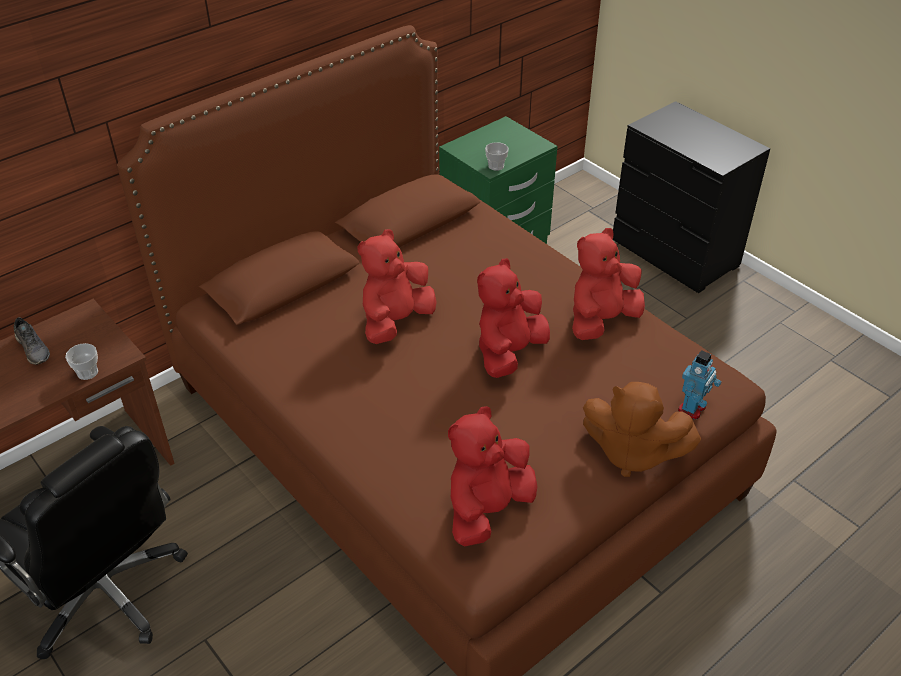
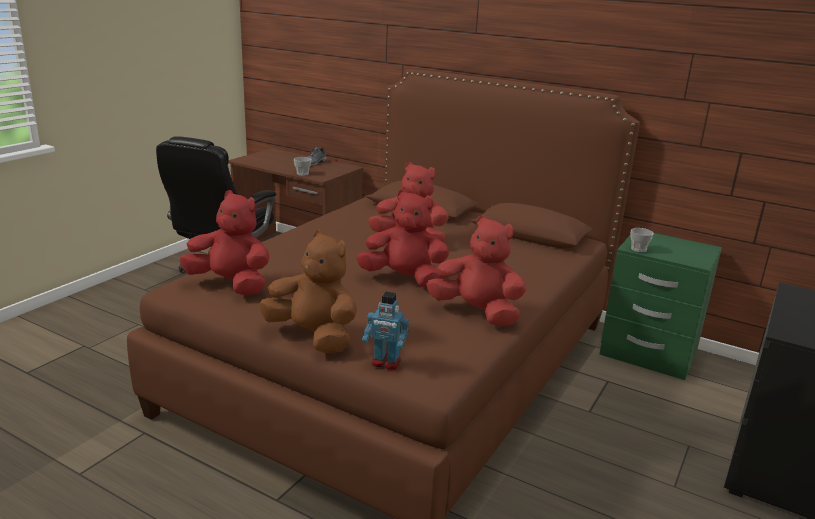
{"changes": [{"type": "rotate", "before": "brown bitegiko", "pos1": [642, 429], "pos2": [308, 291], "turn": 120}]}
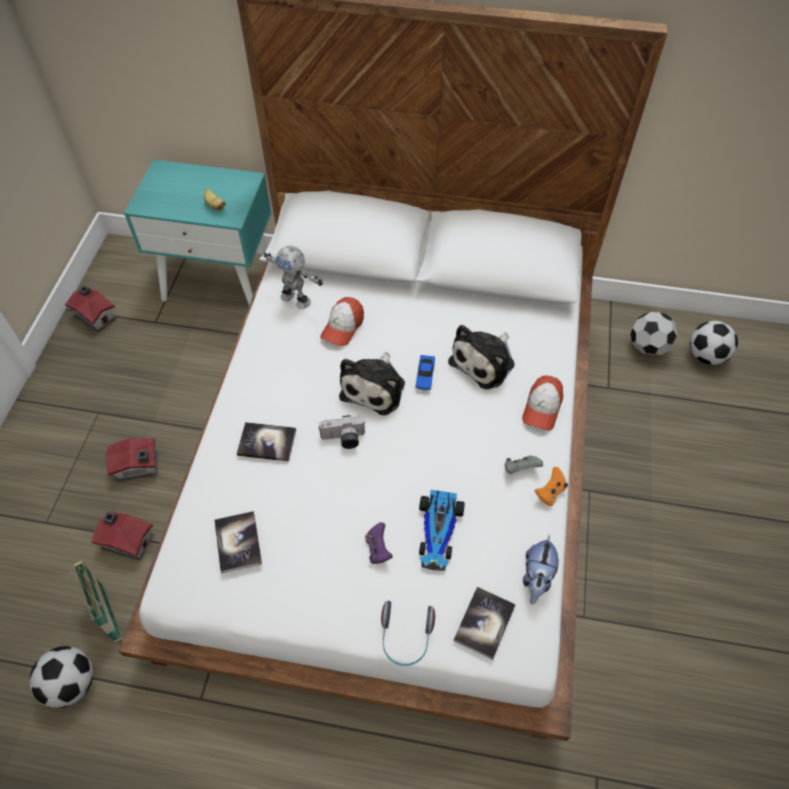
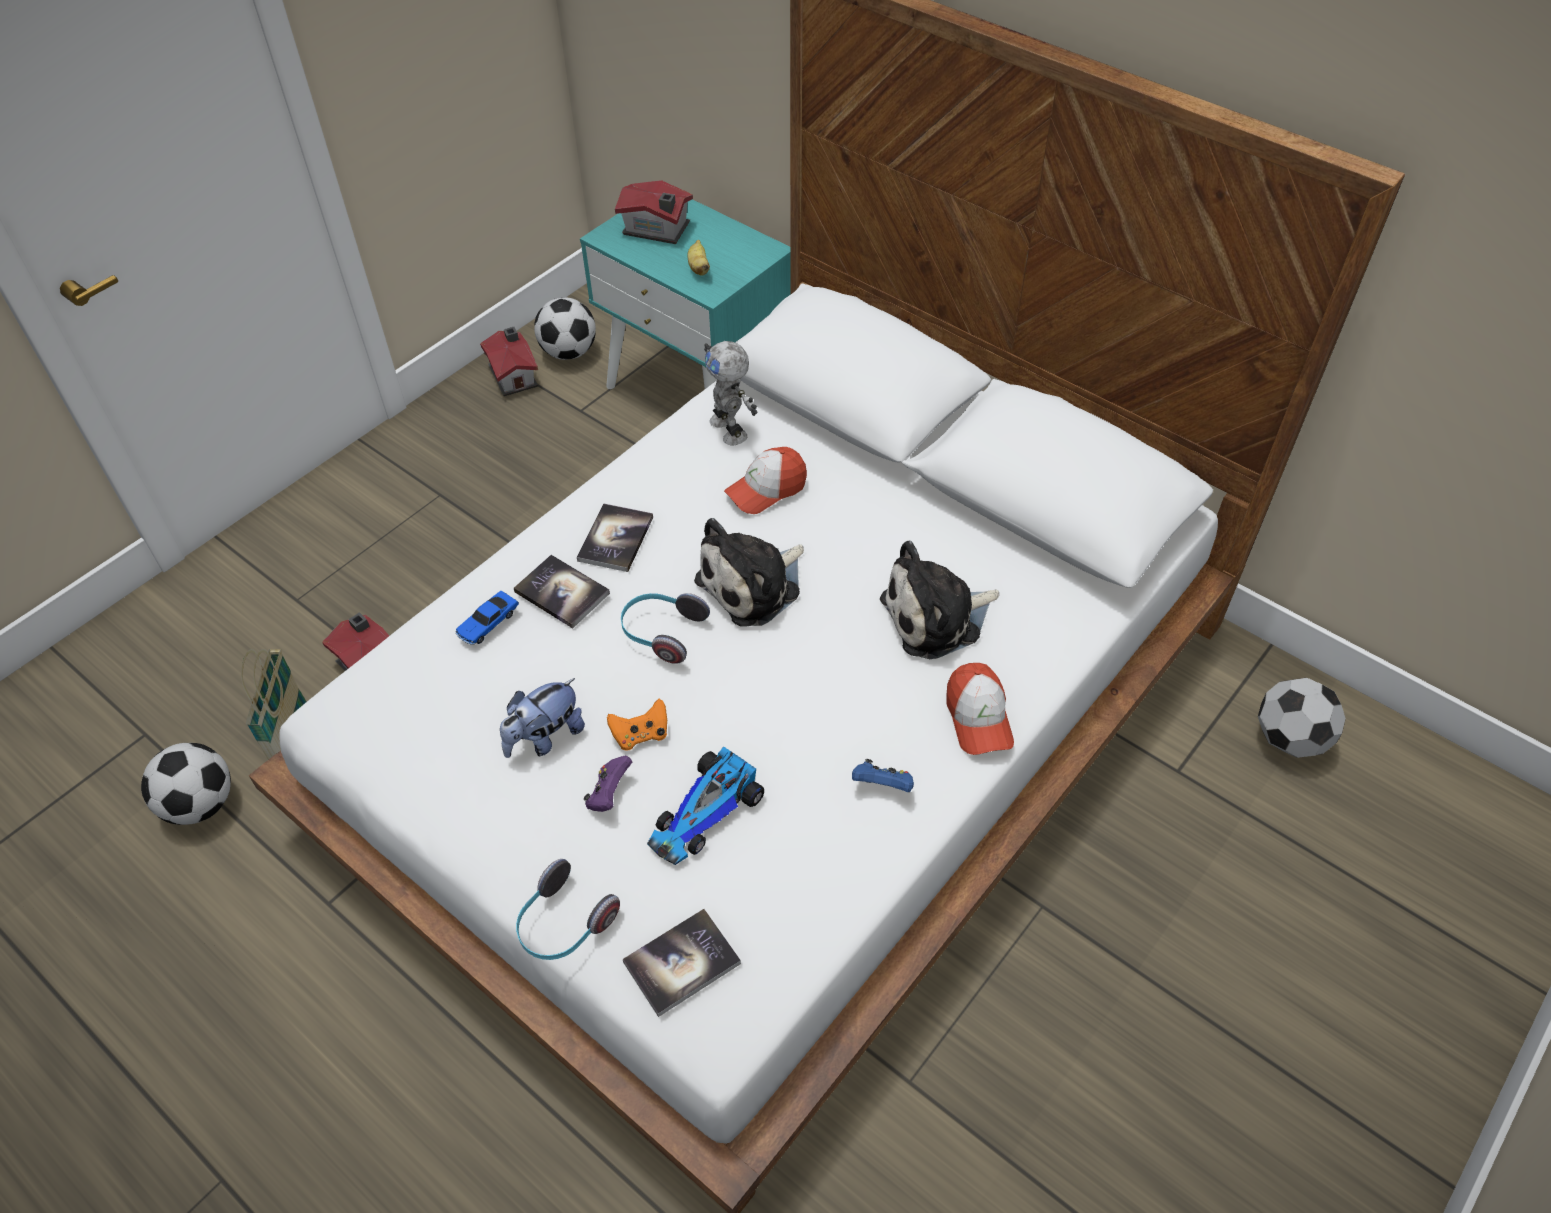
{"changes": [{"type": "move", "before": "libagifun", "pos1": [714, 343], "pos2": [565, 329]}, {"type": "move", "before": "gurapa", "pos1": [425, 373], "pos2": [487, 618]}, {"type": "rotate", "before": "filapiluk", "pos1": [542, 403], "pos2": [980, 709], "turn": -60}, {"type": "replace", "before": "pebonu", "after": "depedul", "pos1": [341, 432], "pos2": [665, 628]}, {"type": "move", "before": "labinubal", "pos1": [131, 460], "pos2": [654, 212]}, {"type": "recolor", "before": "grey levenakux", "after": "blue levenakux", "pos1": [523, 464], "pos2": [883, 775]}, {"type": "move", "before": "orange levenakux", "pos1": [551, 486], "pos2": [637, 724]}, {"type": "move", "before": "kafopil", "pos1": [238, 542], "pos2": [615, 537]}, {"type": "move", "before": "bitegiko", "pos1": [541, 569], "pos2": [542, 718]}]}
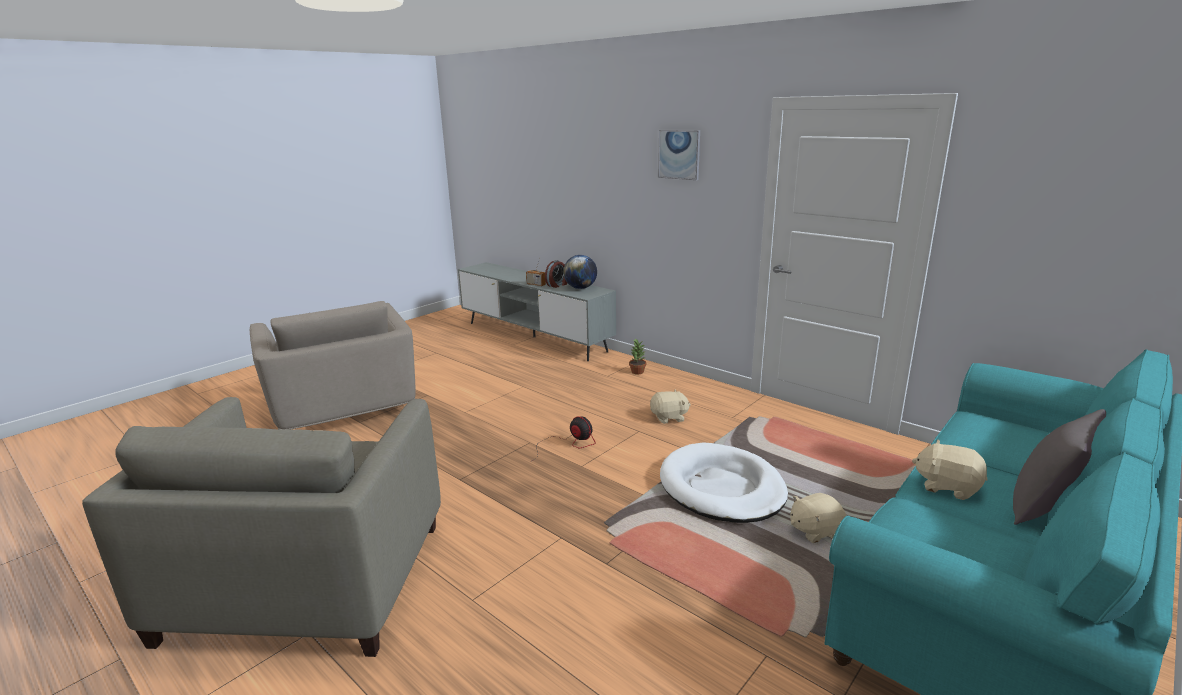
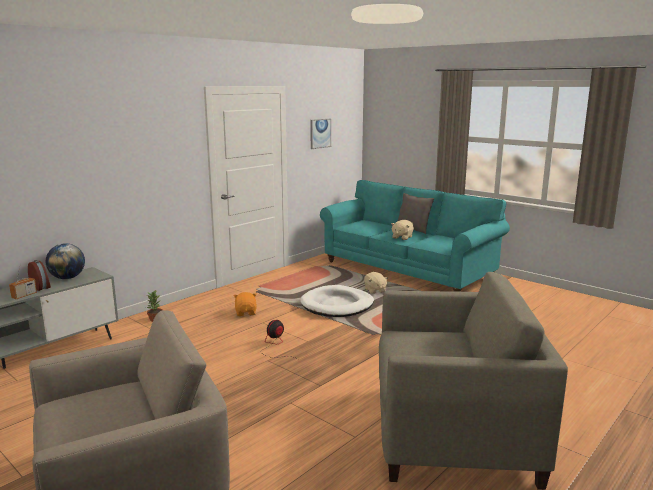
{"changes": [{"type": "move", "before": "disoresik", "pos1": [679, 155], "pos2": [320, 134]}, {"type": "recolor", "before": "beige bitegiko", "after": "orange bitegiko", "pos1": [670, 406], "pos2": [245, 304]}]}
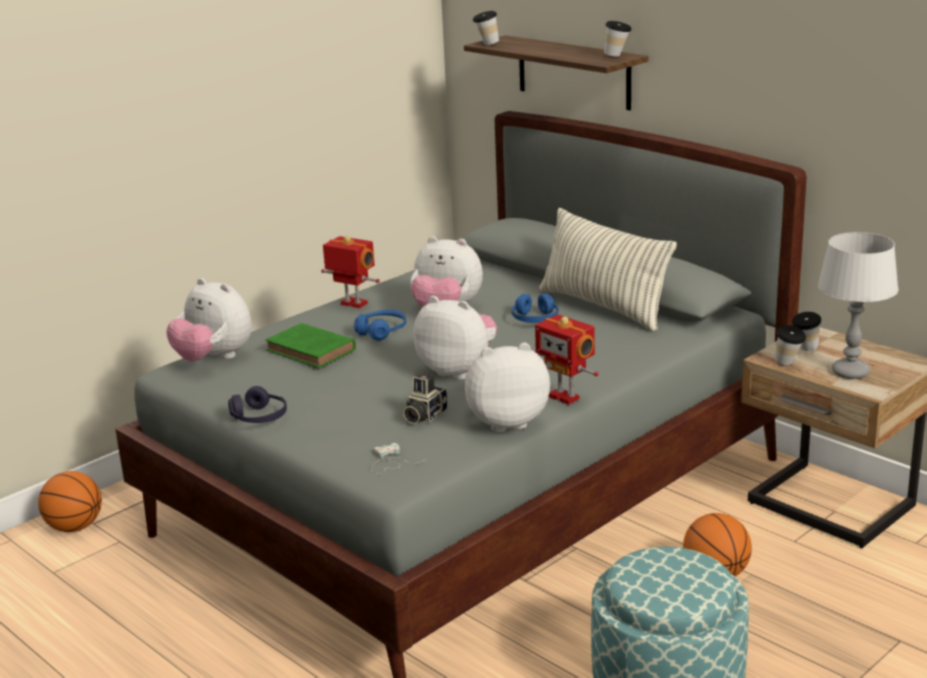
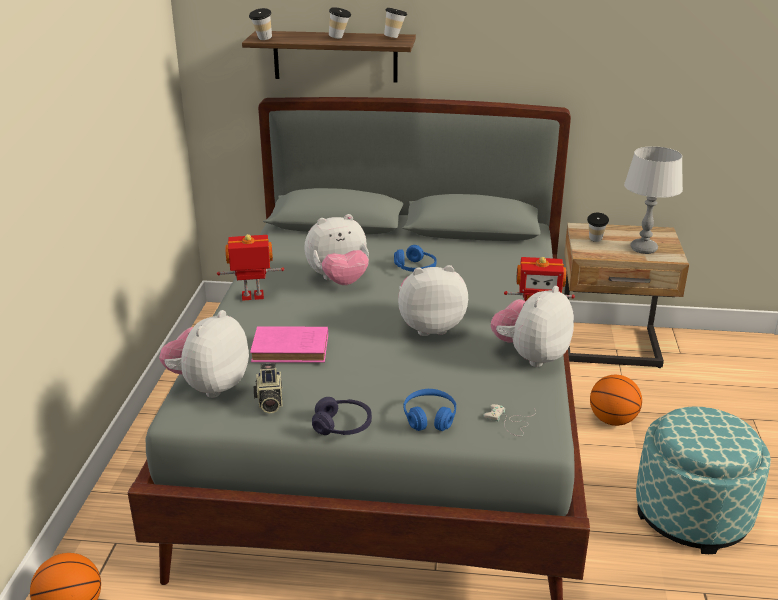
{"changes": [{"type": "delete", "before": "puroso", "pos1": [608, 270]}, {"type": "rotate", "before": "bitegiko", "pos1": [209, 320], "pos2": [204, 354], "turn": 120}, {"type": "move", "before": "blue depedul", "pos1": [380, 325], "pos2": [429, 410]}, {"type": "recolor", "before": "green kafopil", "after": "pink kafopil", "pos1": [310, 345], "pos2": [289, 344]}, {"type": "move", "before": "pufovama", "pos1": [790, 345], "pos2": [340, 23]}, {"type": "move", "before": "pebonu", "pos1": [425, 399], "pos2": [268, 388]}]}
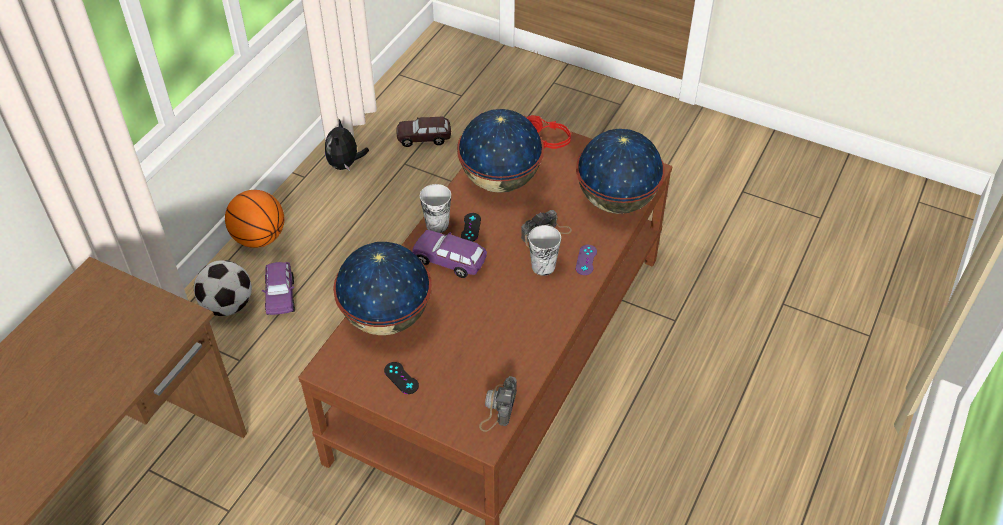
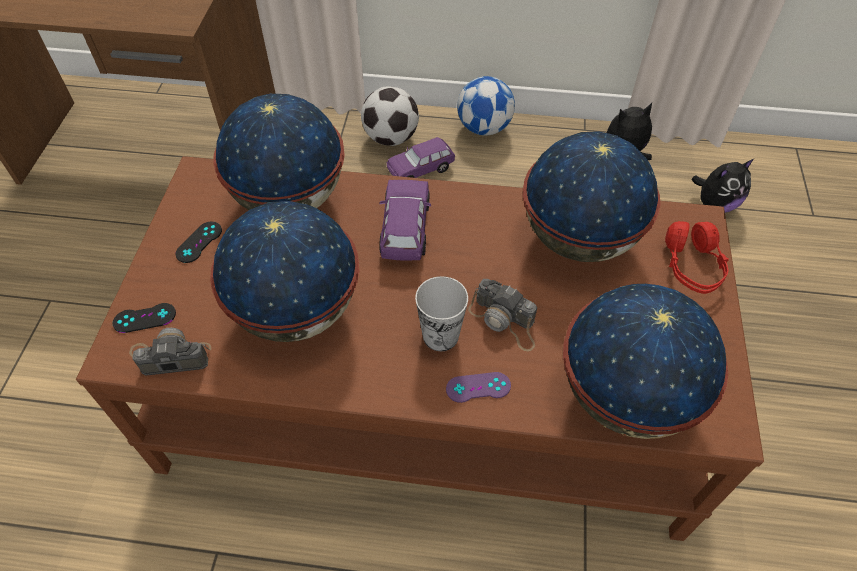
{"changes": [{"type": "replace", "before": "brown gurapa", "after": "bitegiko", "pos1": [423, 132], "pos2": [723, 185]}, {"type": "delete", "before": "pufovama", "pos1": [435, 208]}, {"type": "replace", "before": "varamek", "after": "libagifun", "pos1": [254, 219], "pos2": [486, 106]}, {"type": "move", "before": "black levenakux", "pos1": [471, 227], "pos2": [144, 318]}, {"type": "insert", "after": "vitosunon", "pos2": [284, 271]}]}
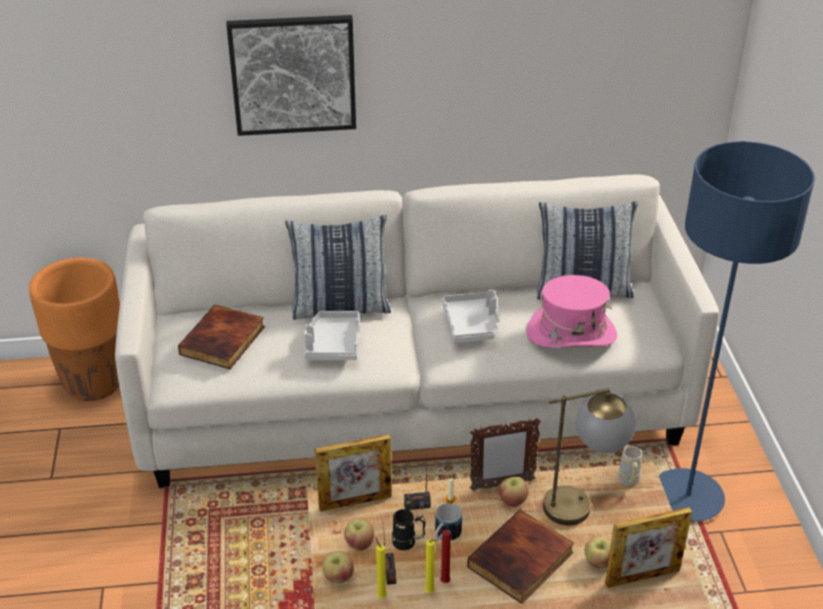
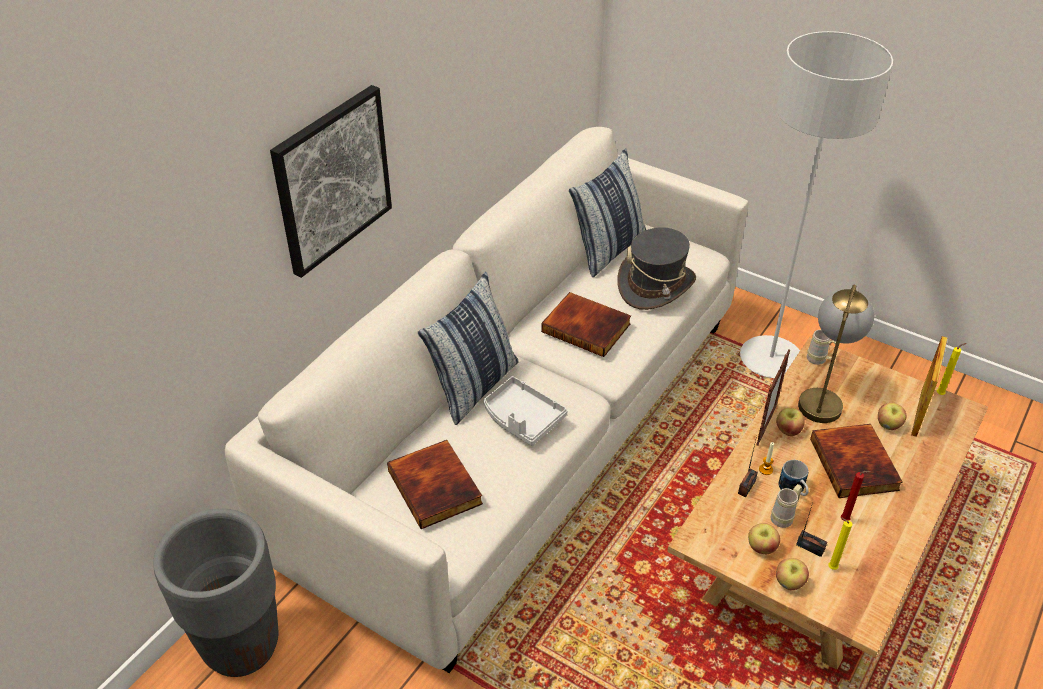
{"changes": [{"type": "recolor", "before": "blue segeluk", "after": "grey segeluk", "pos1": [737, 331], "pos2": [816, 204]}, {"type": "recolor", "before": "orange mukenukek", "after": "grey mukenukek", "pos1": [74, 329], "pos2": [216, 592]}, {"type": "recolor", "before": "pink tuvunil", "after": "grey tuvunil", "pos1": [571, 311], "pos2": [656, 268]}, {"type": "replace", "before": "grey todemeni", "after": "kafopil", "pos1": [470, 316], "pos2": [586, 324]}, {"type": "delete", "before": "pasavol", "pos1": [353, 473]}, {"type": "recolor", "before": "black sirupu", "after": "beige sirupu", "pos1": [409, 529], "pos2": [786, 506]}, {"type": "move", "before": "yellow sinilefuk", "pos1": [431, 566], "pos2": [952, 369]}]}
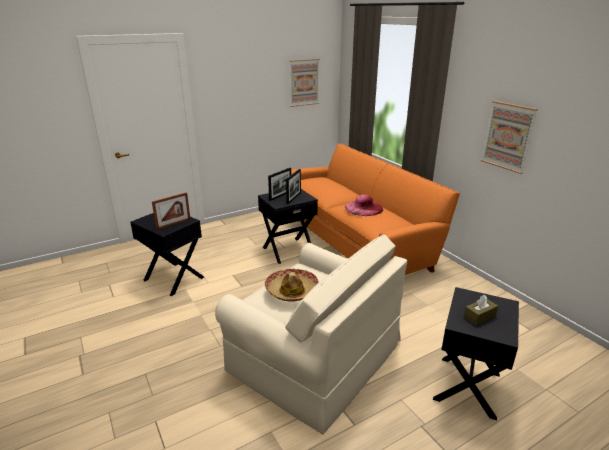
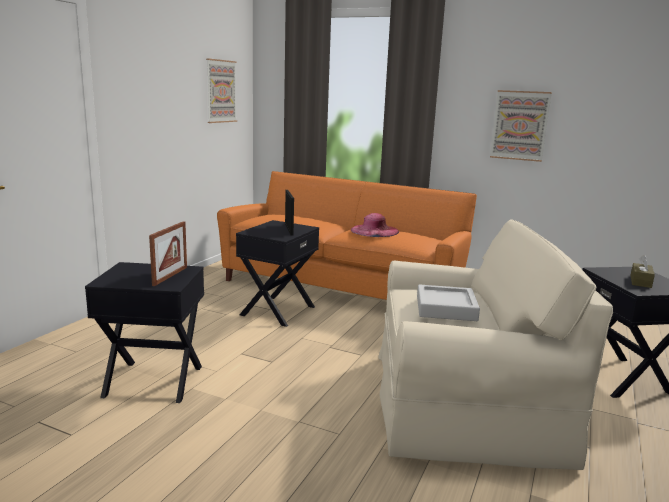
{"changes": [{"type": "delete", "before": "pasavol", "pos1": [279, 184]}, {"type": "replace", "before": "tuvunil", "after": "grey todemeni", "pos1": [292, 285], "pos2": [448, 302]}]}
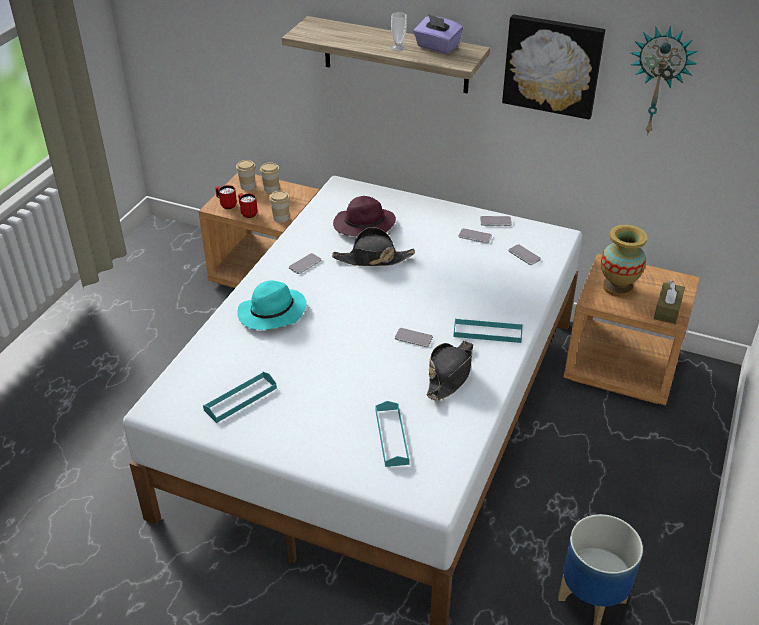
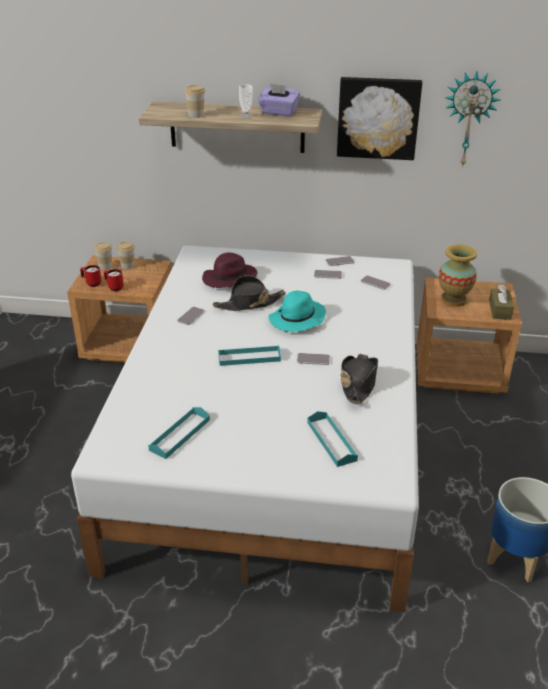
{"changes": [{"type": "move", "before": "pufovama", "pos1": [279, 207], "pos2": [194, 101]}, {"type": "move", "before": "turquoise tuvunil", "pos1": [272, 305], "pos2": [297, 311]}, {"type": "move", "before": "turquoise todemeni", "pos1": [488, 330], "pos2": [249, 356]}]}
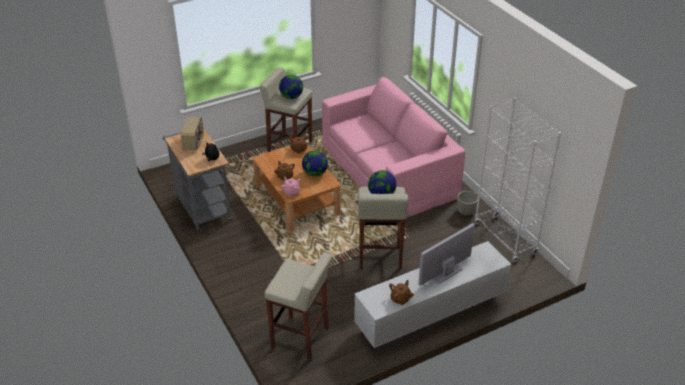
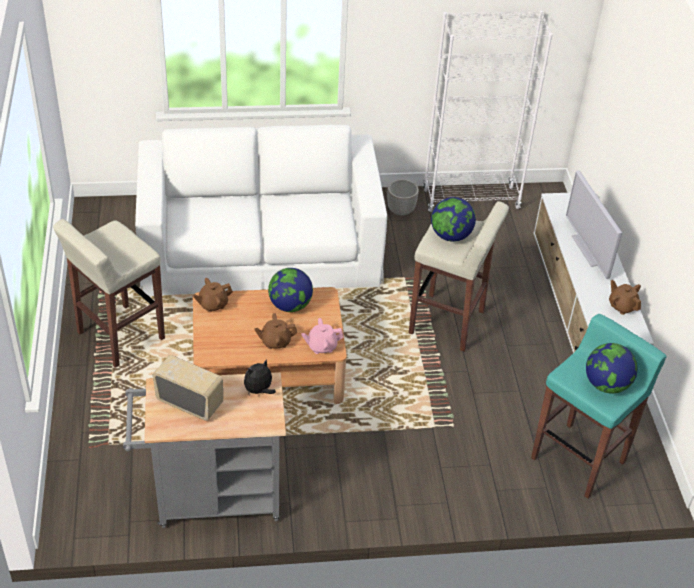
{"changes": [{"type": "move", "before": "vitosunon", "pos1": [291, 87], "pos2": [612, 368]}, {"type": "recolor", "before": "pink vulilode", "after": "white vulilode", "pos1": [393, 147], "pos2": [261, 210]}, {"type": "recolor", "before": "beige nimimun", "after": "turquoise nimimun", "pos1": [298, 306], "pos2": [599, 406]}]}
